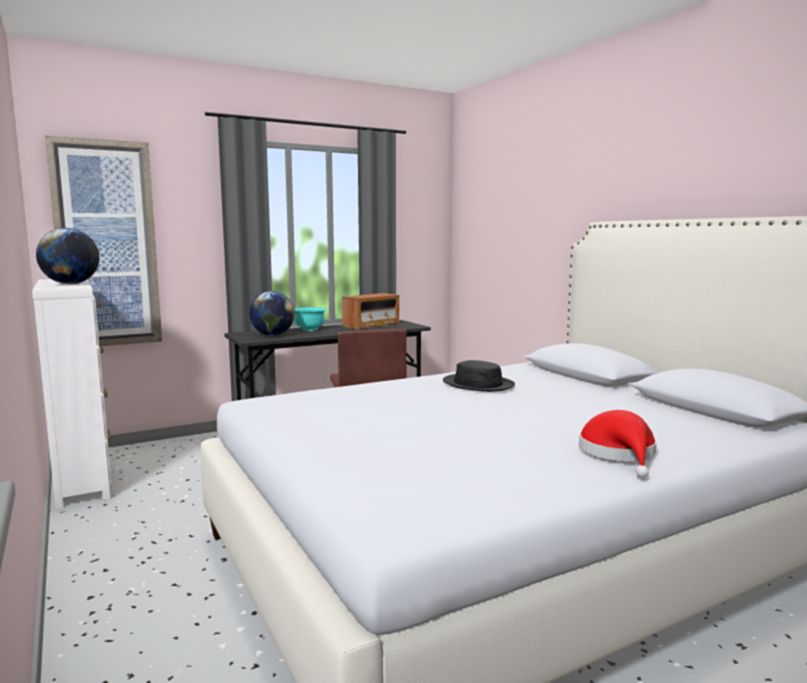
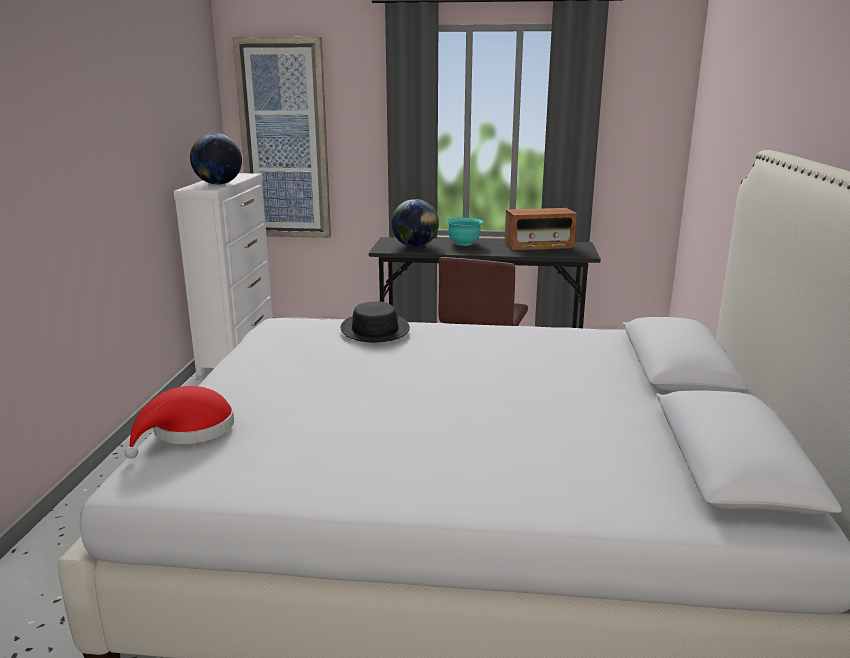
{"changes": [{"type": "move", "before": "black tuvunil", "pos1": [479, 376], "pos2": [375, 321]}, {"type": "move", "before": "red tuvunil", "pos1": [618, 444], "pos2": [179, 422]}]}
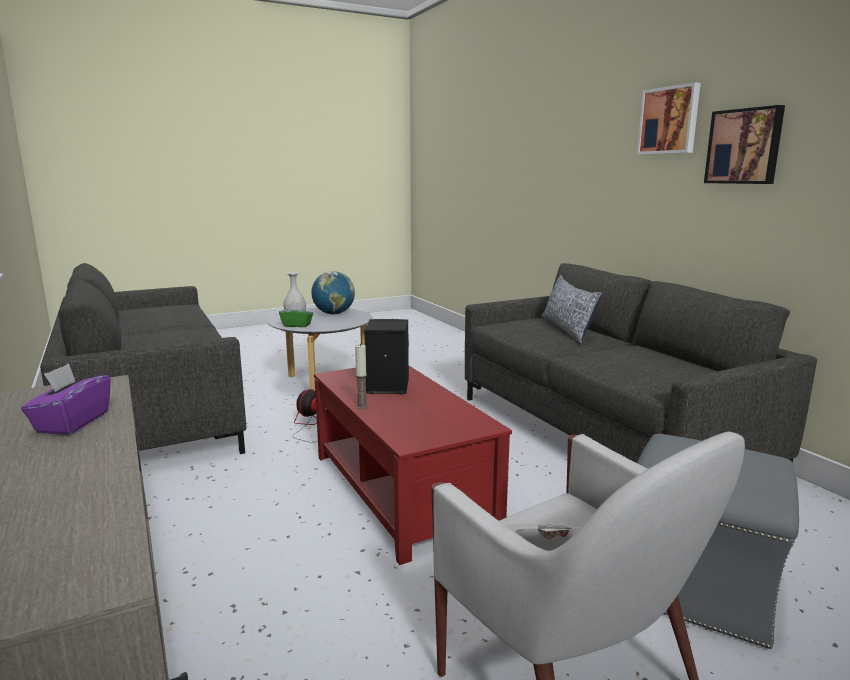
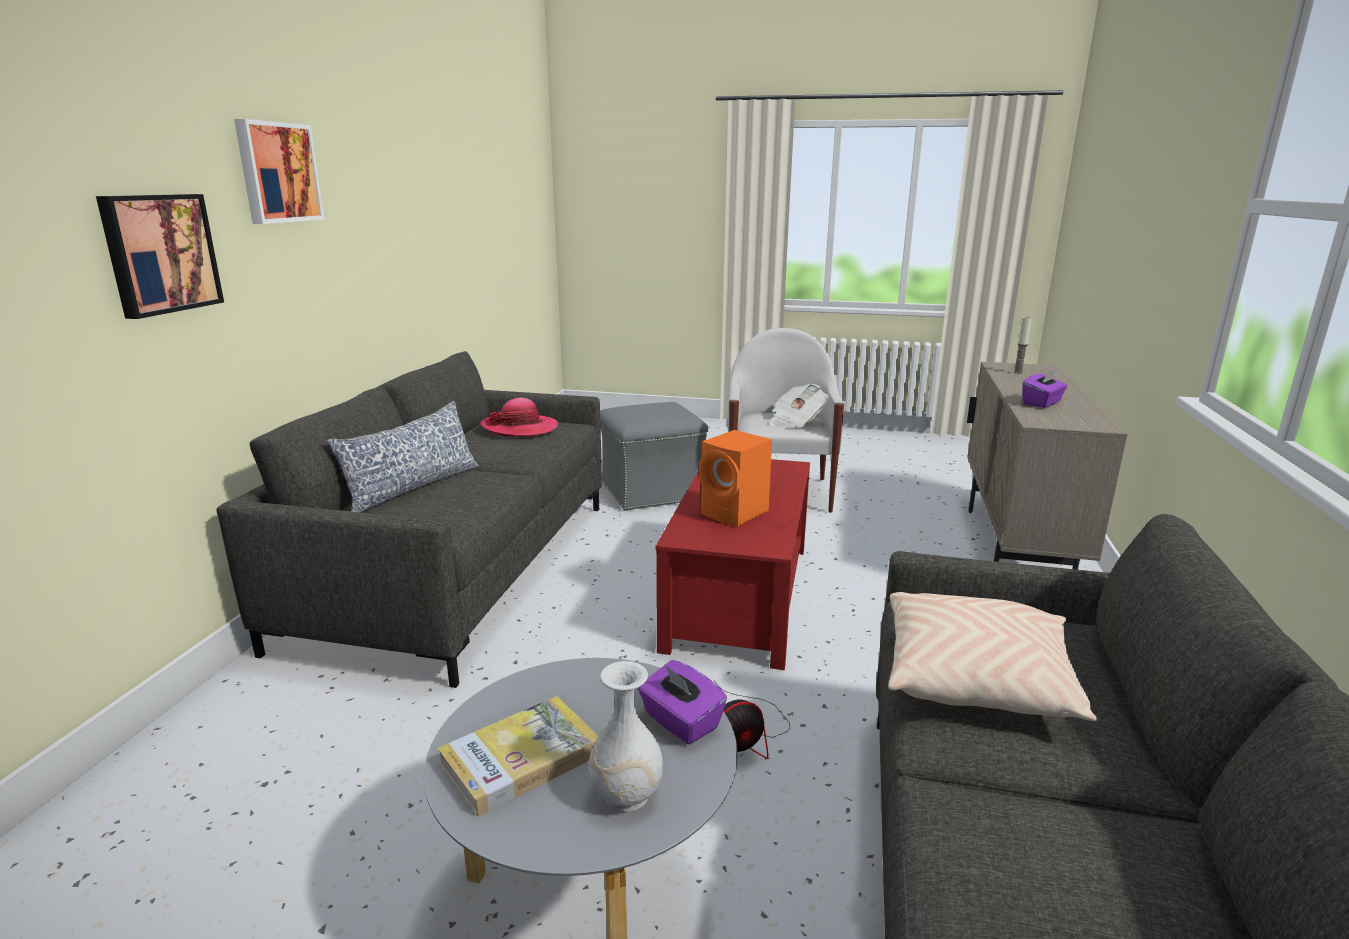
{"changes": [{"type": "move", "before": "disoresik", "pos1": [744, 144], "pos2": [160, 256]}, {"type": "replace", "before": "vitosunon", "after": "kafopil", "pos1": [333, 293], "pos2": [518, 756]}, {"type": "recolor", "before": "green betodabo", "after": "purple betodabo", "pos1": [296, 314], "pos2": [682, 702]}, {"type": "recolor", "before": "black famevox", "after": "orange famevox", "pos1": [386, 356], "pos2": [735, 478]}, {"type": "move", "before": "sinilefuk", "pos1": [361, 376], "pos2": [1022, 345]}, {"type": "insert", "after": "tuvunil", "pos2": [519, 417]}, {"type": "insert", "after": "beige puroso", "pos2": [993, 656]}]}
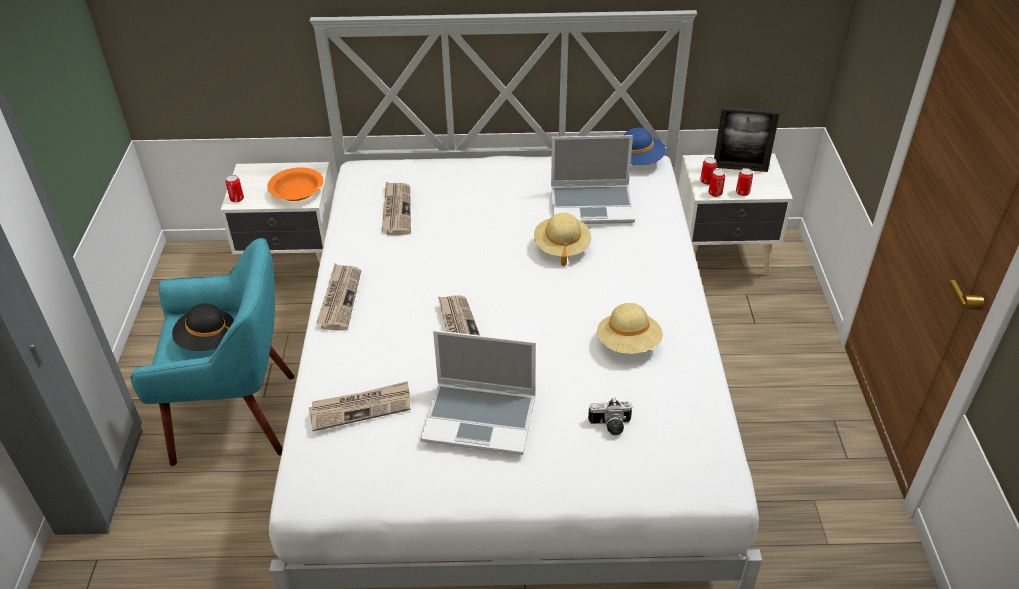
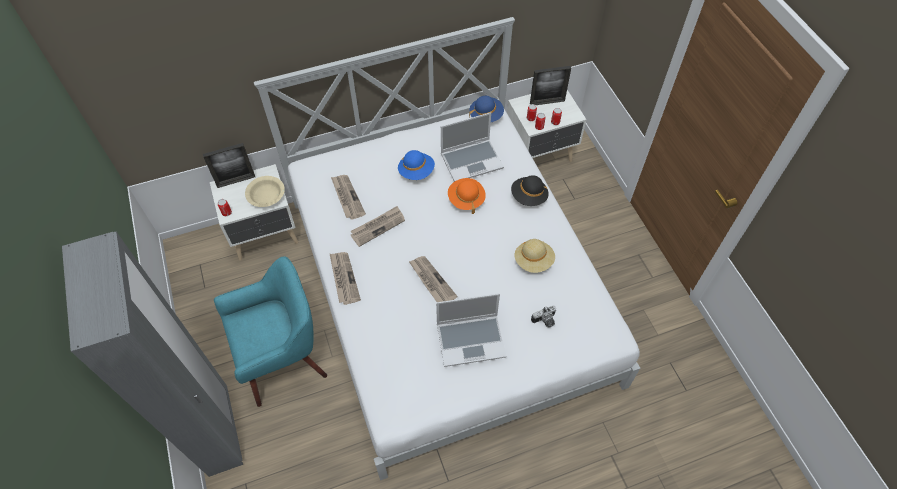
{"changes": [{"type": "recolor", "before": "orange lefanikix", "after": "beige lefanikix", "pos1": [295, 184], "pos2": [265, 191]}, {"type": "recolor", "before": "beige tuvunil", "after": "orange tuvunil", "pos1": [562, 239], "pos2": [467, 196]}, {"type": "move", "before": "black tuvunil", "pos1": [203, 327], "pos2": [530, 190]}, {"type": "move", "before": "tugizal", "pos1": [360, 406], "pos2": [377, 226]}, {"type": "insert", "after": "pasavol", "pos2": [229, 165]}, {"type": "insert", "after": "blue tuvunil", "pos2": [416, 165]}]}
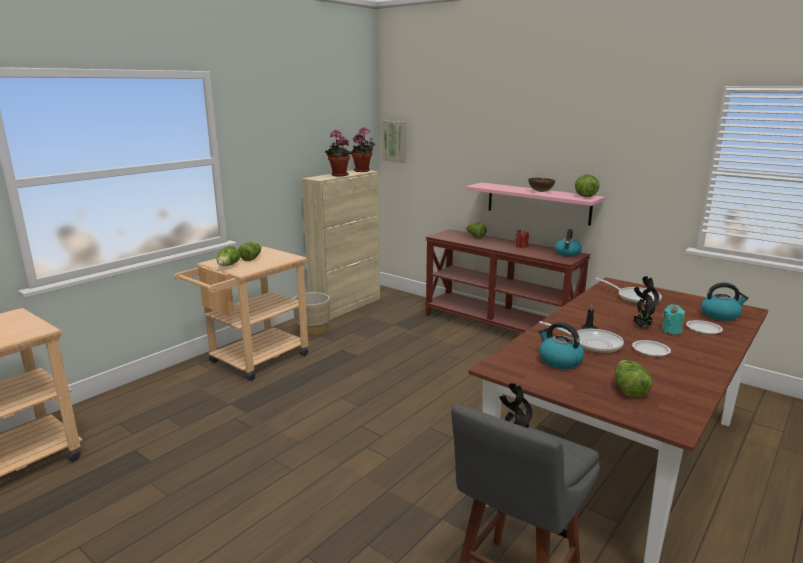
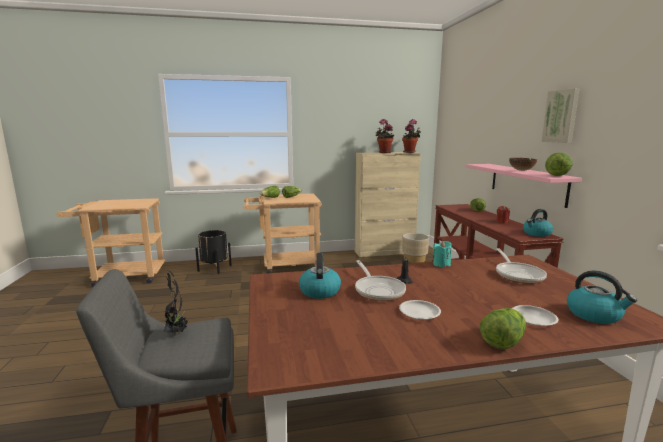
{"changes": [{"type": "move", "before": "disoresik", "pos1": [394, 142], "pos2": [561, 115]}, {"type": "delete", "before": "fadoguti", "pos1": [646, 301]}, {"type": "move", "before": "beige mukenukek", "pos1": [311, 314], "pos2": [415, 248]}, {"type": "move", "before": "turquoise sinilefuk", "pos1": [673, 319], "pos2": [442, 254]}, {"type": "move", "before": "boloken", "pos1": [634, 379], "pos2": [503, 328]}, {"type": "insert", "after": "black mukenukek", "pos2": [213, 252]}]}
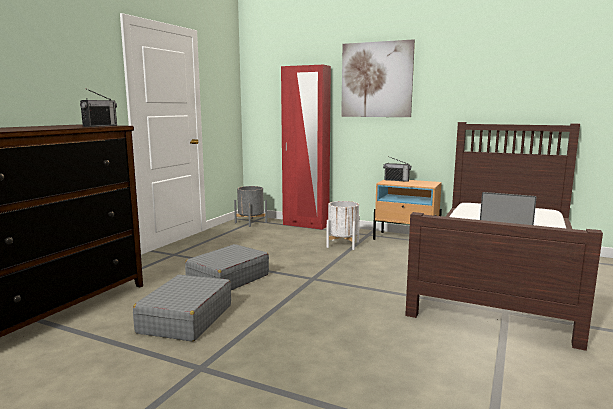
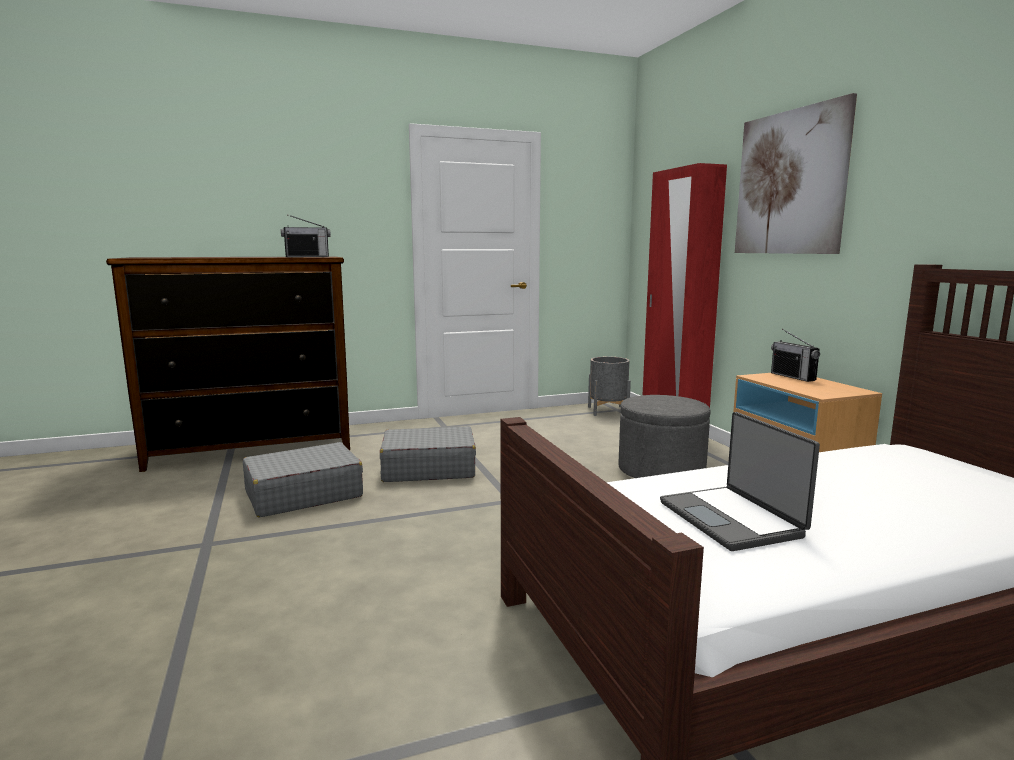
{"changes": [{"type": "replace", "before": "white mukenukek", "after": "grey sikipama", "pos1": [343, 225], "pos2": [664, 436]}]}
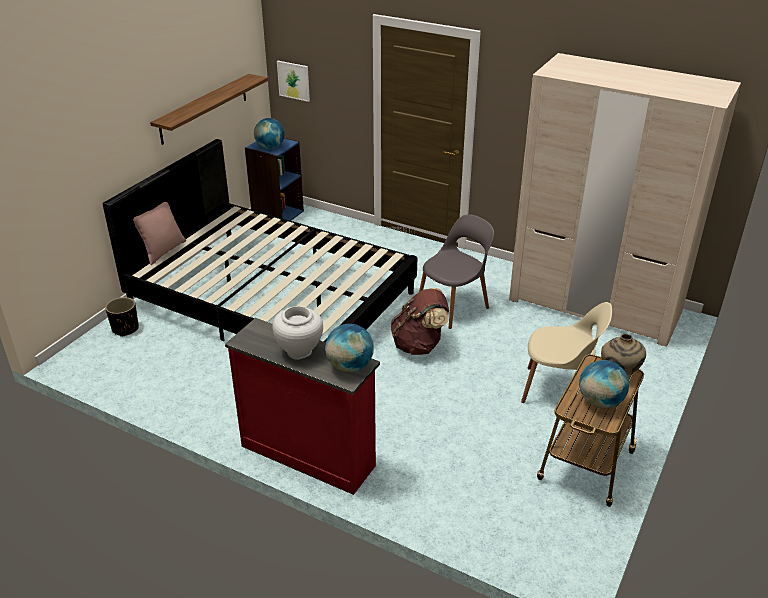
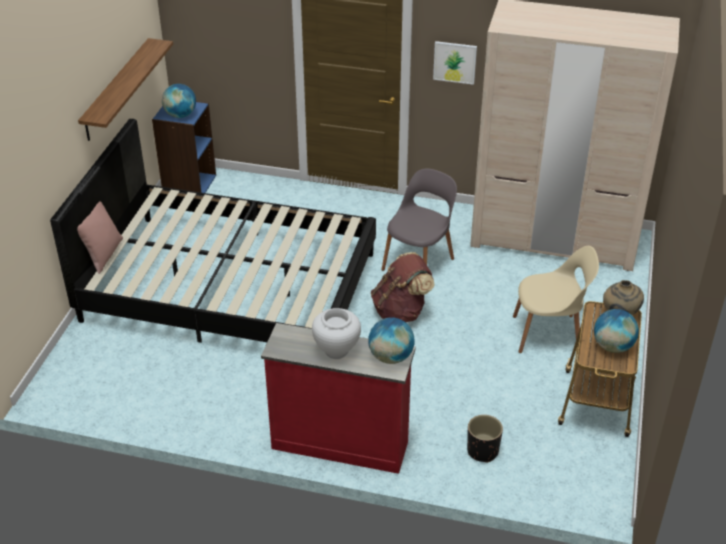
{"changes": [{"type": "move", "before": "disoresik", "pos1": [293, 81], "pos2": [455, 63]}, {"type": "move", "before": "black mukenukek", "pos1": [122, 317], "pos2": [485, 439]}]}
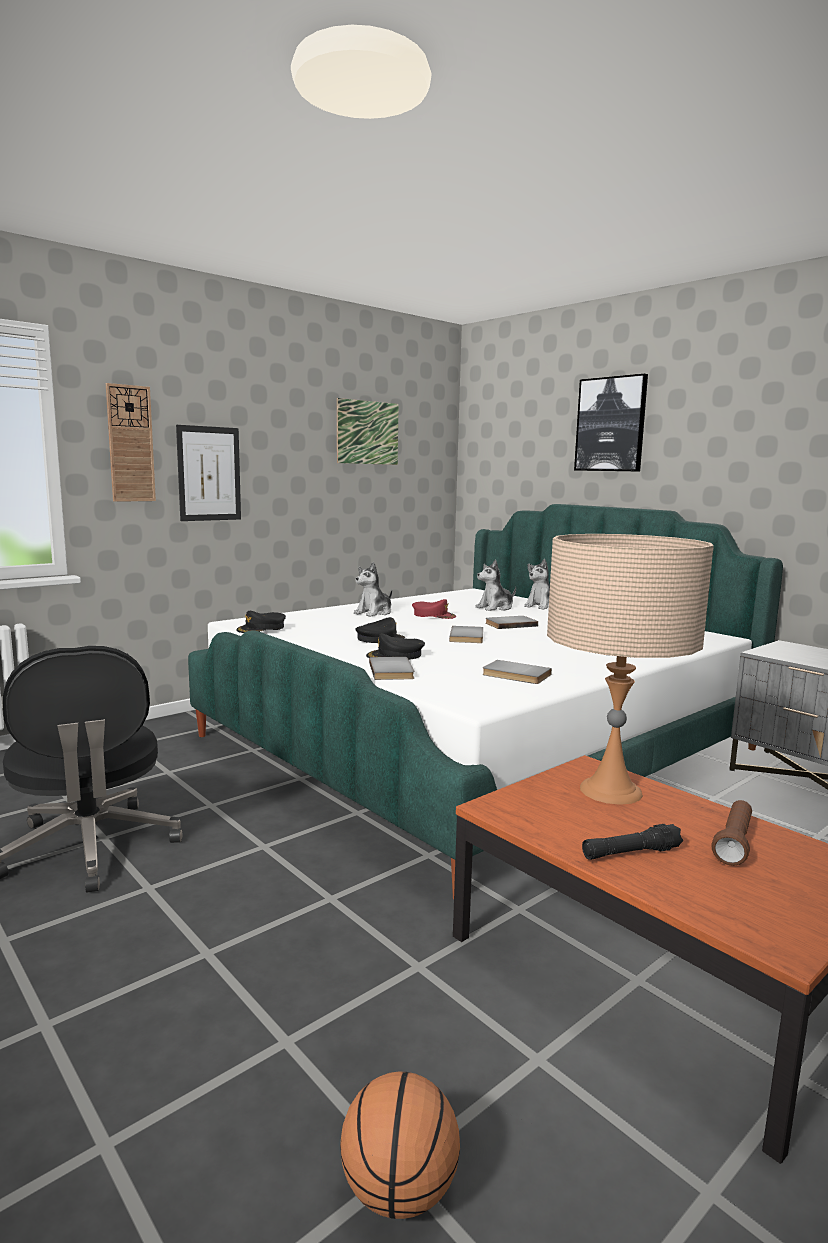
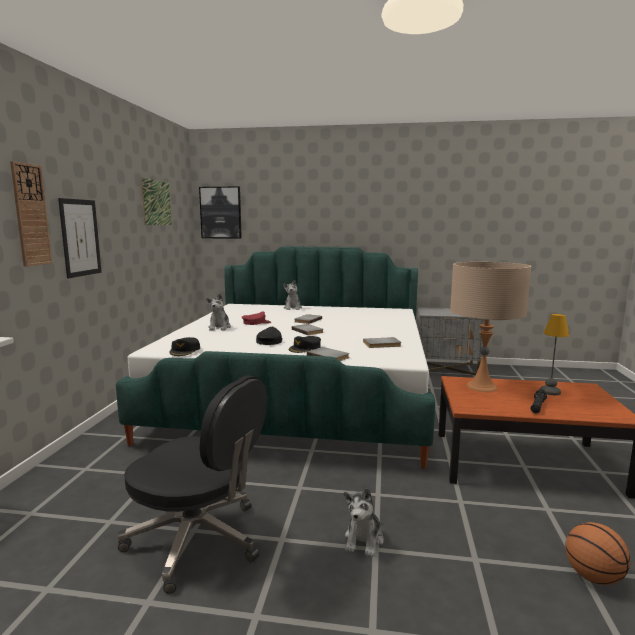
{"changes": [{"type": "move", "before": "disoresik", "pos1": [611, 423], "pos2": [220, 213]}, {"type": "move", "before": "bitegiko", "pos1": [495, 585], "pos2": [364, 522]}, {"type": "replace", "before": "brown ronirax", "after": "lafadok", "pos1": [731, 833], "pos2": [555, 354]}]}
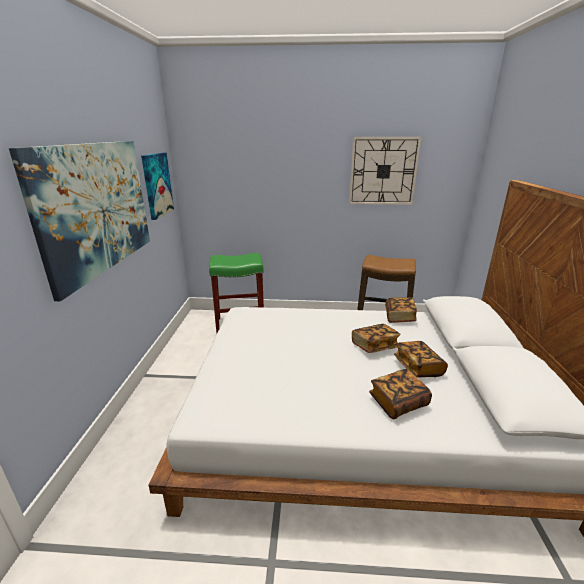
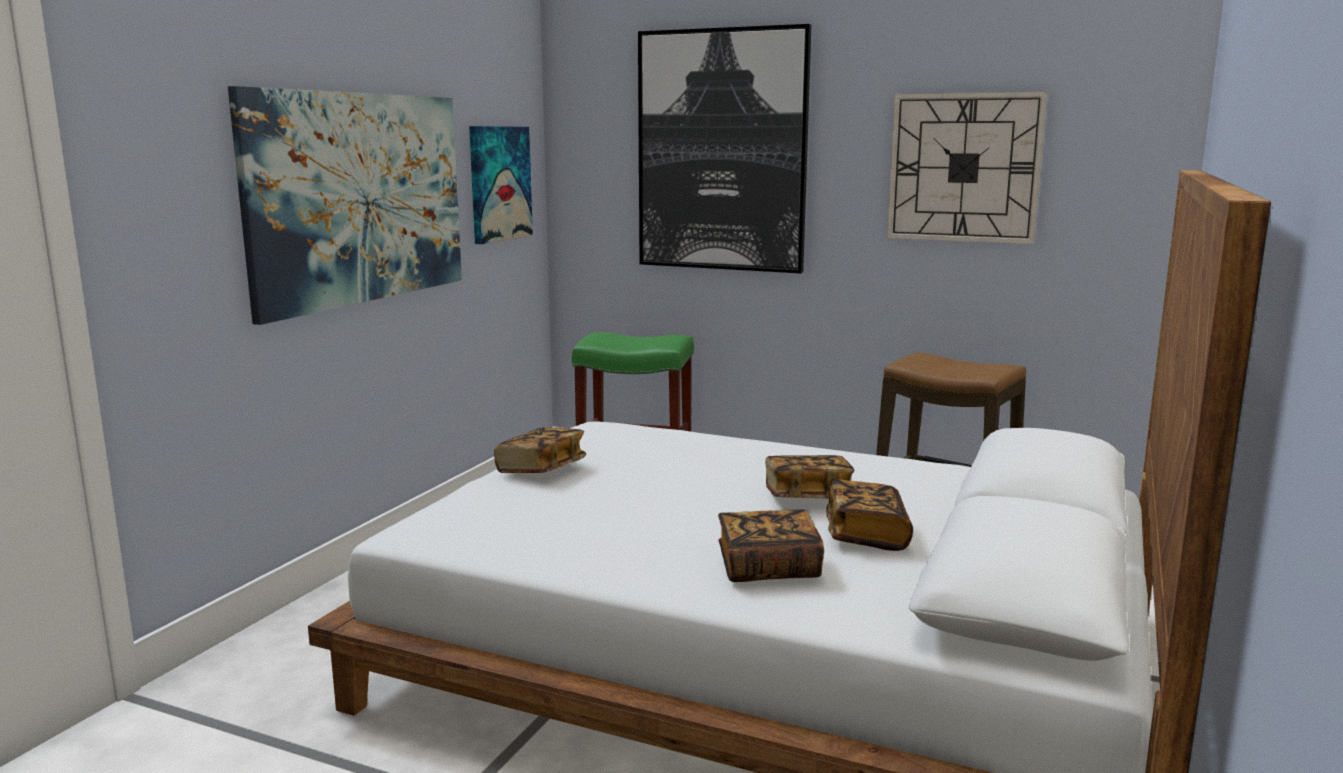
{"changes": [{"type": "move", "before": "kafopil", "pos1": [401, 310], "pos2": [540, 450]}, {"type": "insert", "after": "disoresik", "pos2": [724, 148]}]}
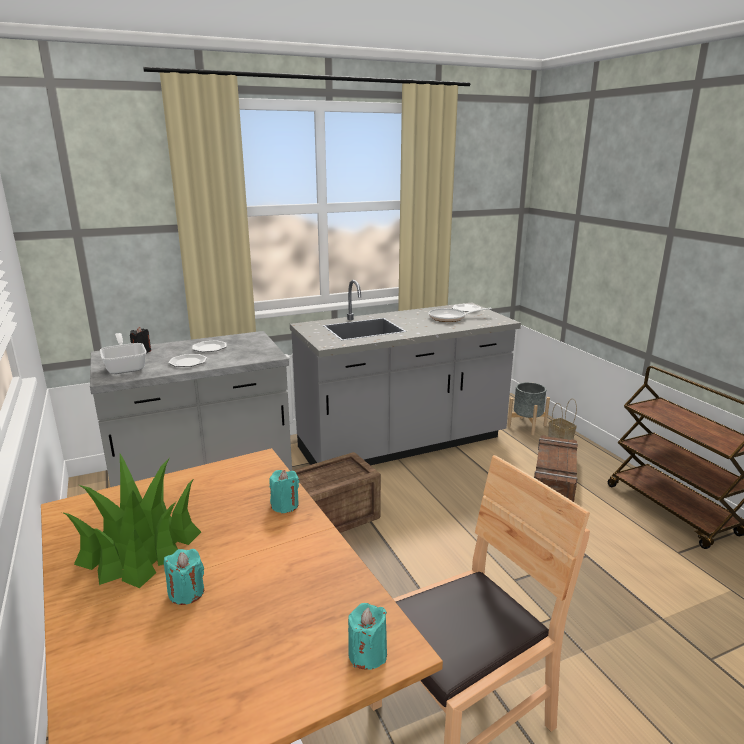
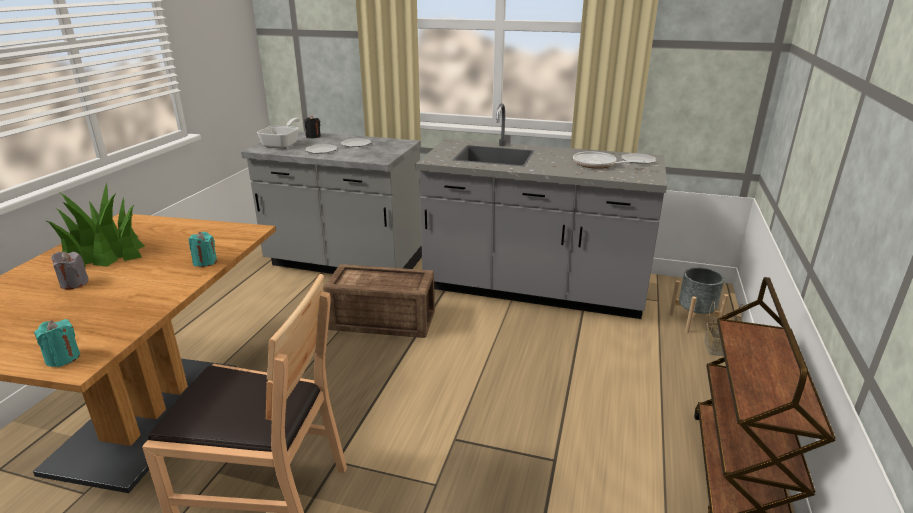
{"changes": [{"type": "delete", "before": "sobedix", "pos1": [556, 468]}, {"type": "recolor", "before": "turquoise sinilefuk", "after": "grey sinilefuk", "pos1": [184, 577], "pos2": [69, 271]}]}
